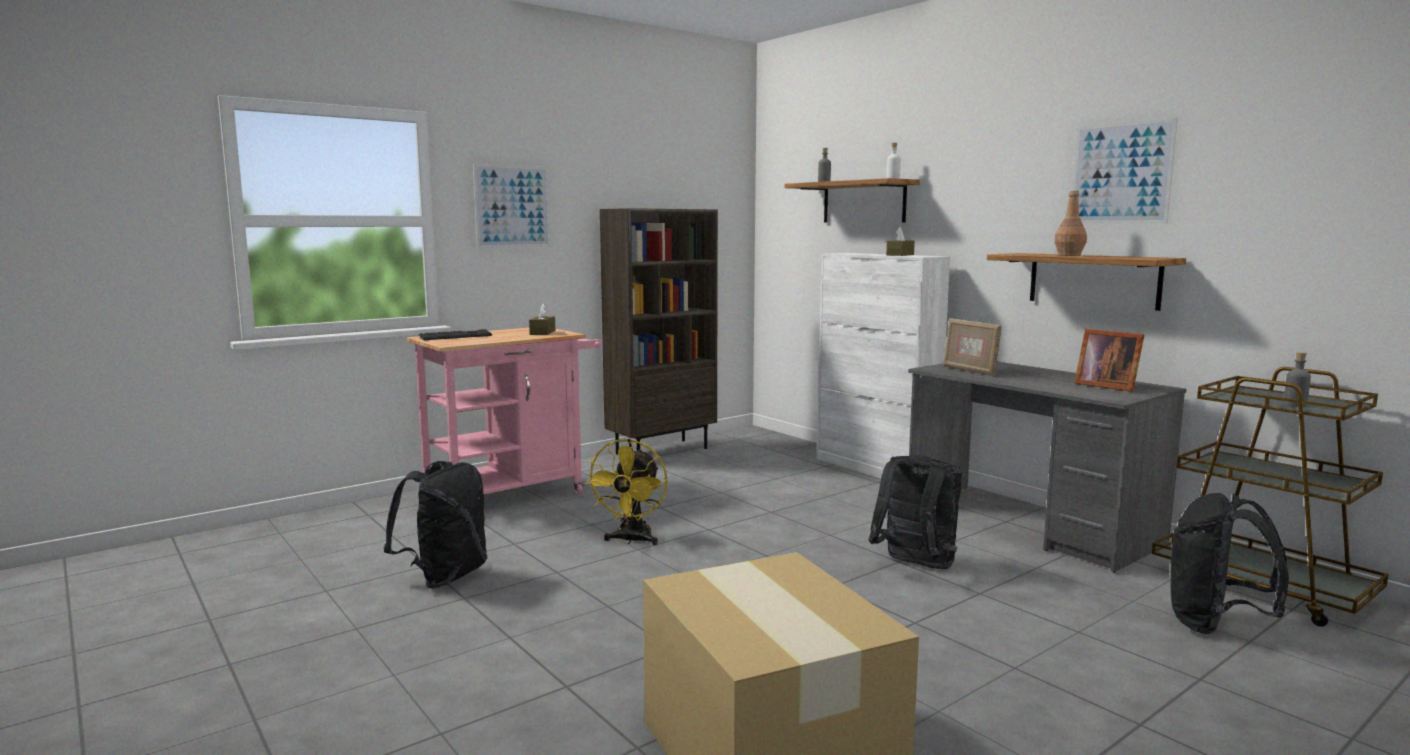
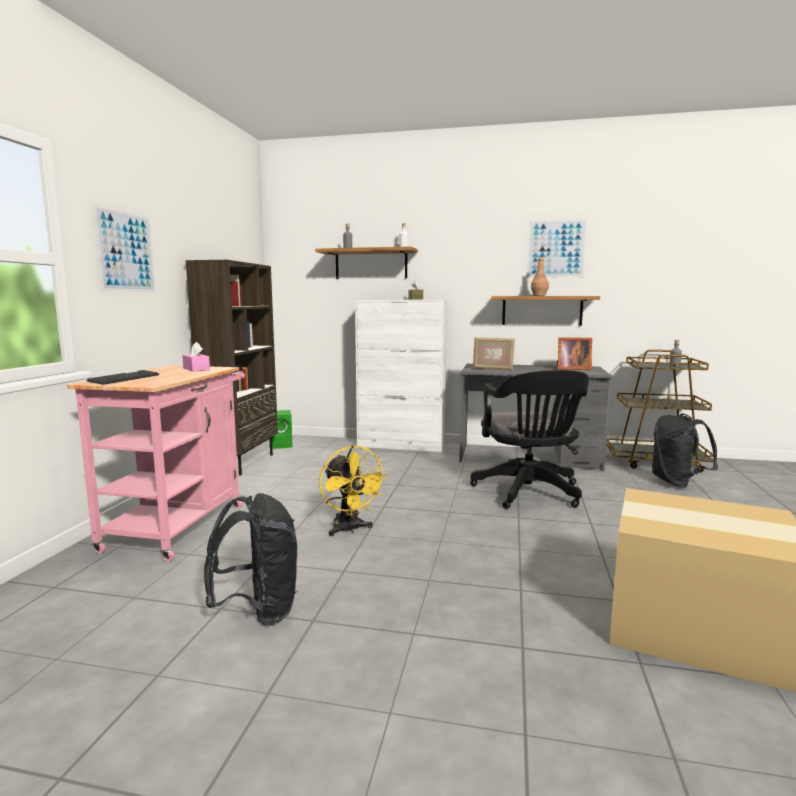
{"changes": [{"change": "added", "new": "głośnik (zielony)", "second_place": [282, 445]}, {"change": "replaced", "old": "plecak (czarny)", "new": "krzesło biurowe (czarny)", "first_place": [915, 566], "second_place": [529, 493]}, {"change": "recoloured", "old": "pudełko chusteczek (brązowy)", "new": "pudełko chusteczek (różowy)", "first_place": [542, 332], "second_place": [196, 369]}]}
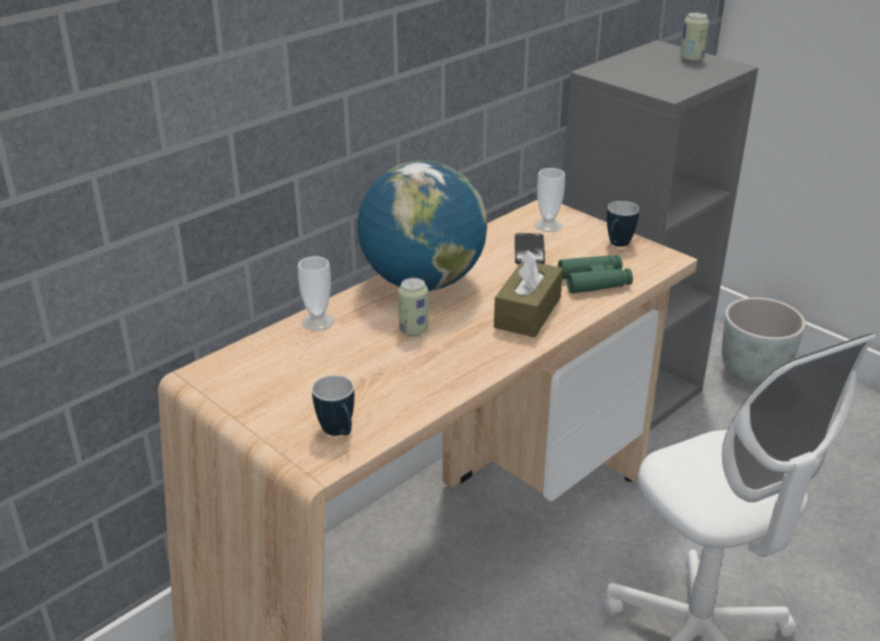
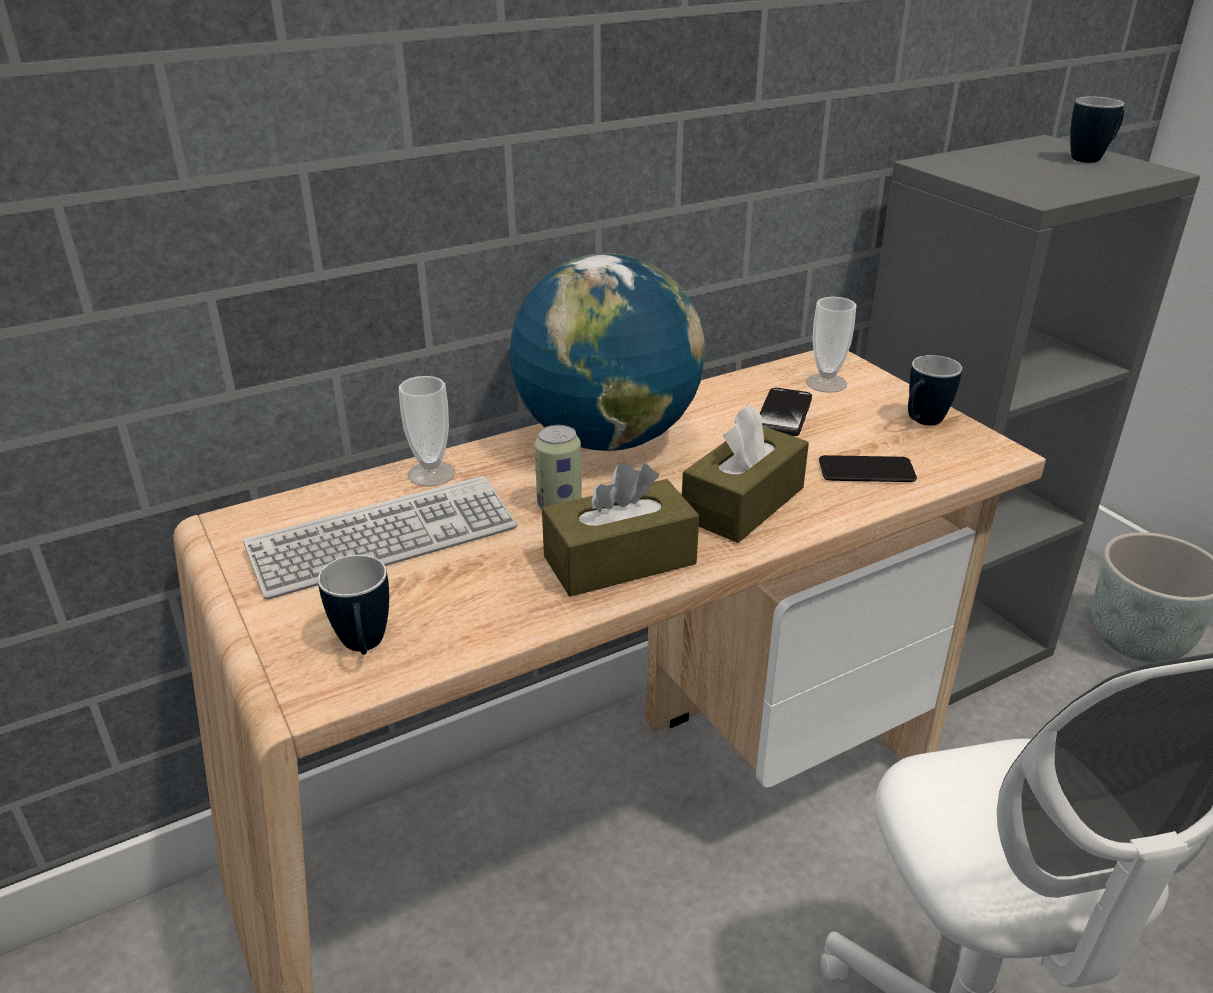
{"changes": [{"change": "added", "new": "klawiatura", "second_place": [383, 539]}, {"change": "added", "new": "pudełko chusteczek (brązowy)", "second_place": [619, 560]}, {"change": "replaced", "old": "lornetka (zielony)", "new": "telefon", "first_place": [594, 281], "second_place": [866, 471]}, {"change": "replaced", "old": "puszka", "new": "kubek", "first_place": [691, 59], "second_place": [1091, 159]}]}
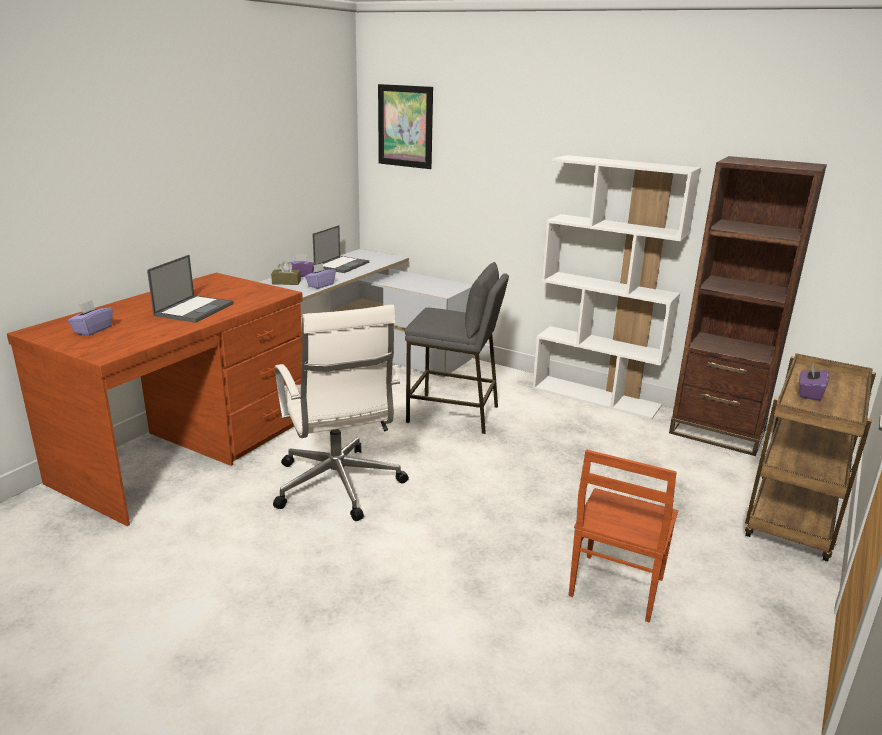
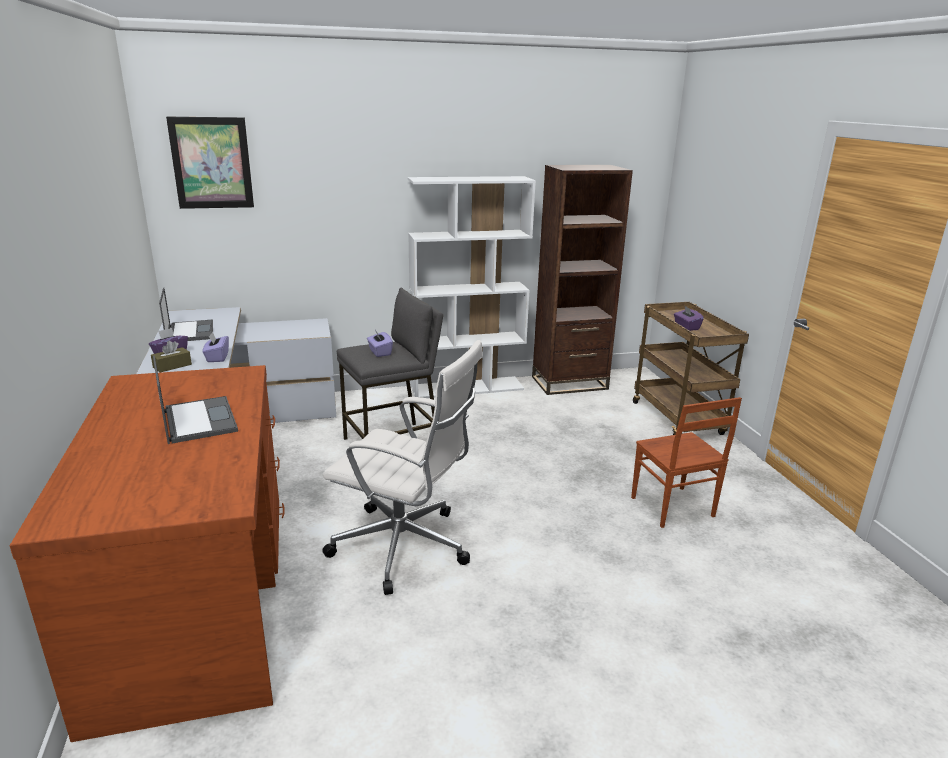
{"changes": [{"change": "moved", "old": "pudełko chusteczek (fioletowy)", "first_place": [92, 330], "second_place": [379, 352]}]}
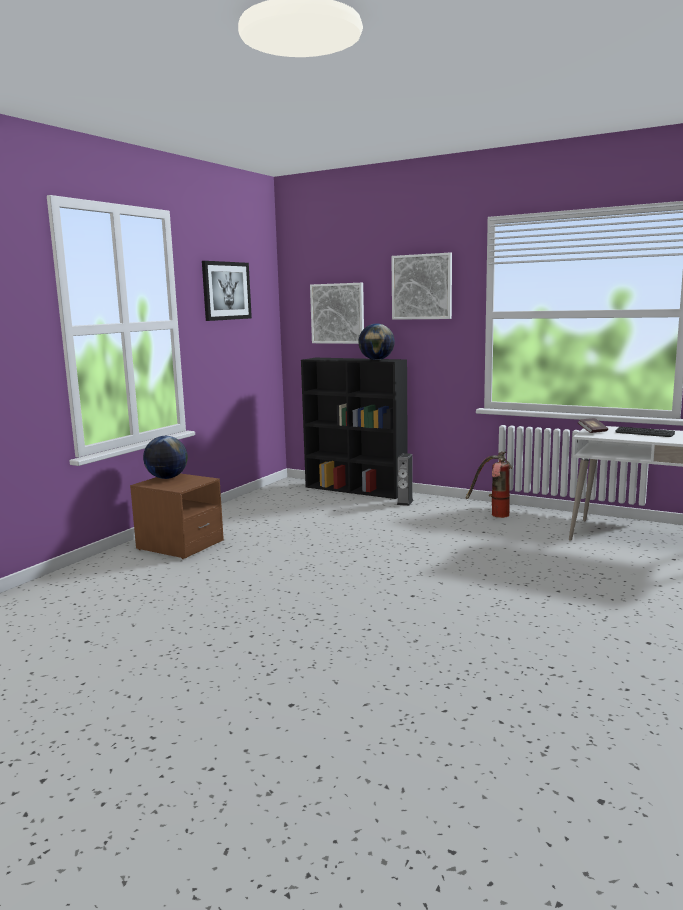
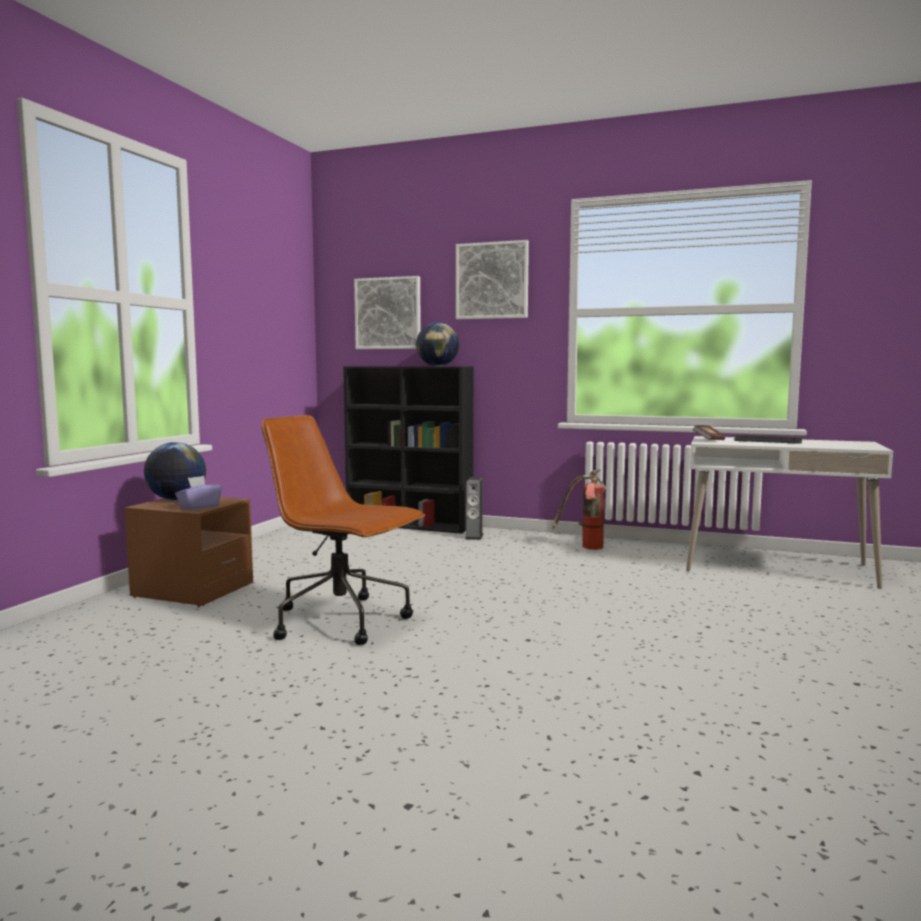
{"changes": [{"change": "removed", "old": "obraz", "first_place": [226, 291]}, {"change": "added", "new": "pudełko chusteczek (fioletowy)", "second_place": [199, 507]}, {"change": "added", "new": "krzesło biurowe (brązowy)", "second_place": [342, 621]}]}
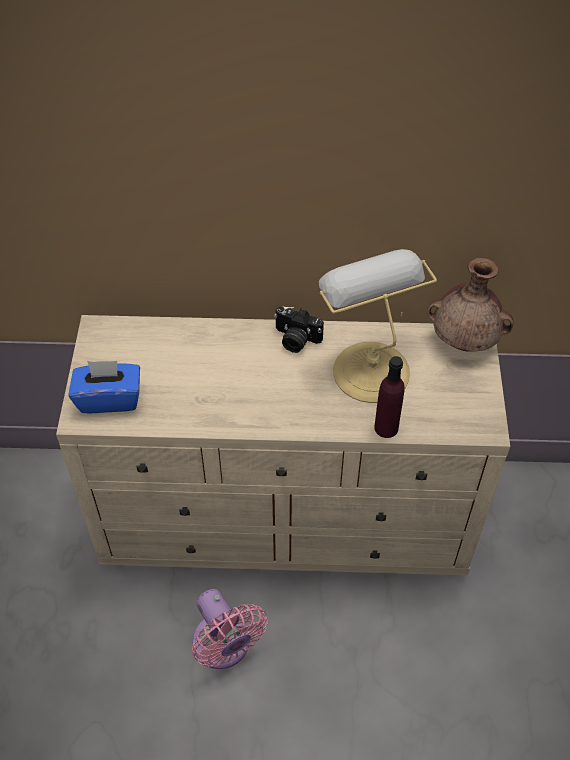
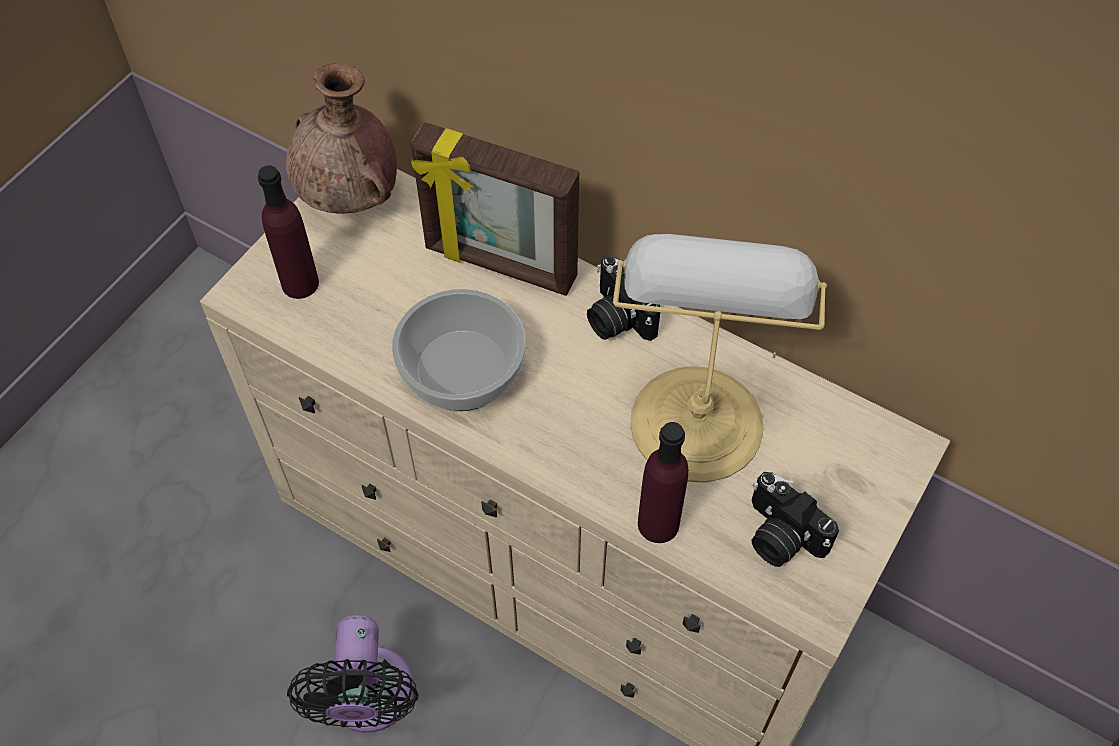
{"changes": [{"change": "added", "new": "miska", "second_place": [461, 370]}, {"change": "added", "new": "ramka na zdjęcie", "second_place": [499, 265]}, {"change": "added", "new": "aparat fotograficzny", "second_place": [779, 536]}, {"change": "moved", "old": "wazon (brązowy)", "first_place": [465, 342], "second_place": [351, 198]}, {"change": "replaced", "old": "pudełko chusteczek (niebieski)", "new": "butelka (fioletowy)", "first_place": [109, 398], "second_place": [300, 283]}, {"change": "recoloured", "old": "wentylator (różowy)", "new": "wentylator (czarny)", "first_place": [224, 647], "second_place": [369, 700]}]}
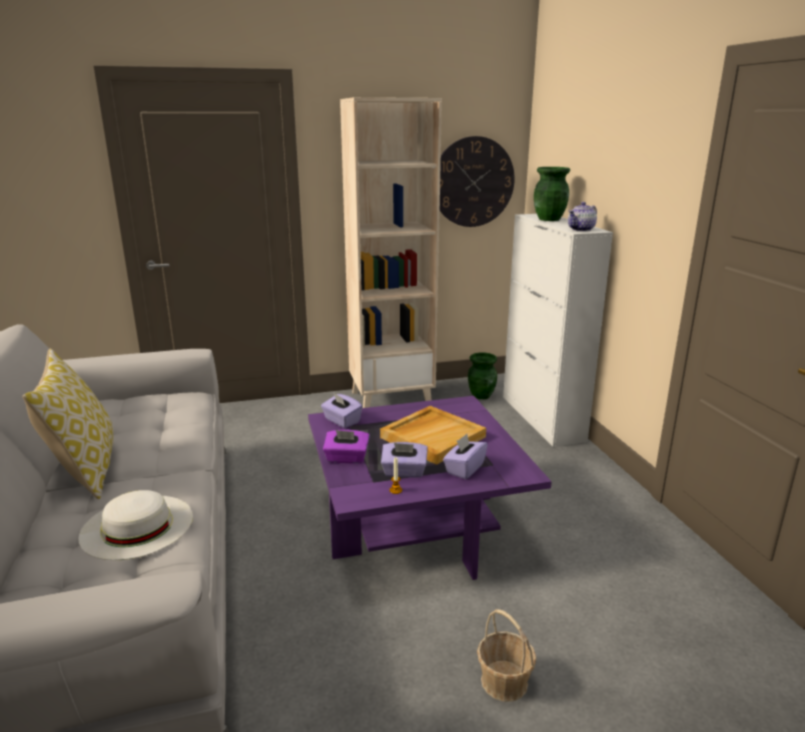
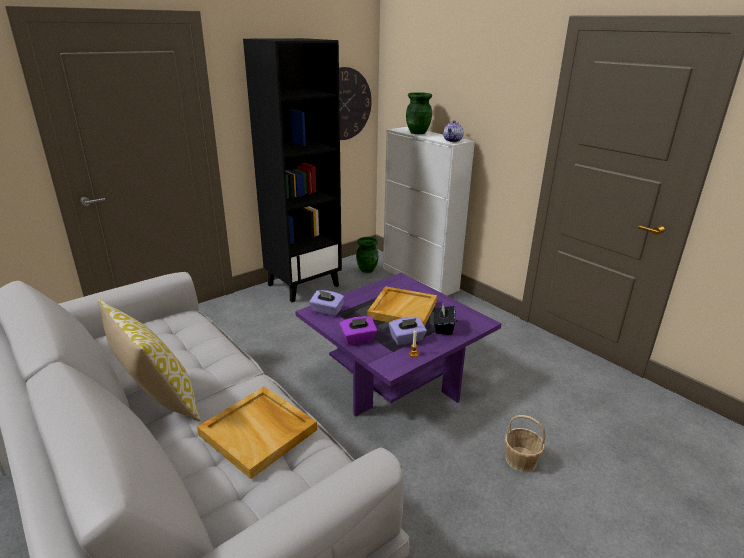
{"changes": [{"change": "replaced", "old": "kapelusz (biały)", "new": "taca (beżowy)", "first_place": [137, 526], "second_place": [259, 432]}, {"change": "recoloured", "old": "regał (beżowy)", "new": "regał (czarny)", "first_place": [391, 399], "second_place": [303, 285]}, {"change": "recoloured", "old": "pudełko chusteczek (fioletowy)", "new": "pudełko chusteczek (czarny)", "first_place": [464, 469], "second_place": [443, 328]}]}
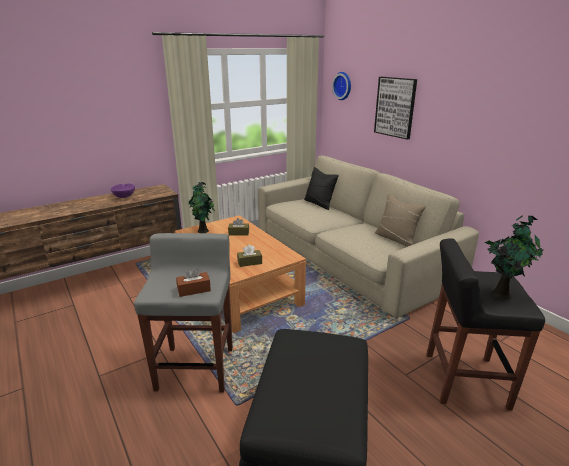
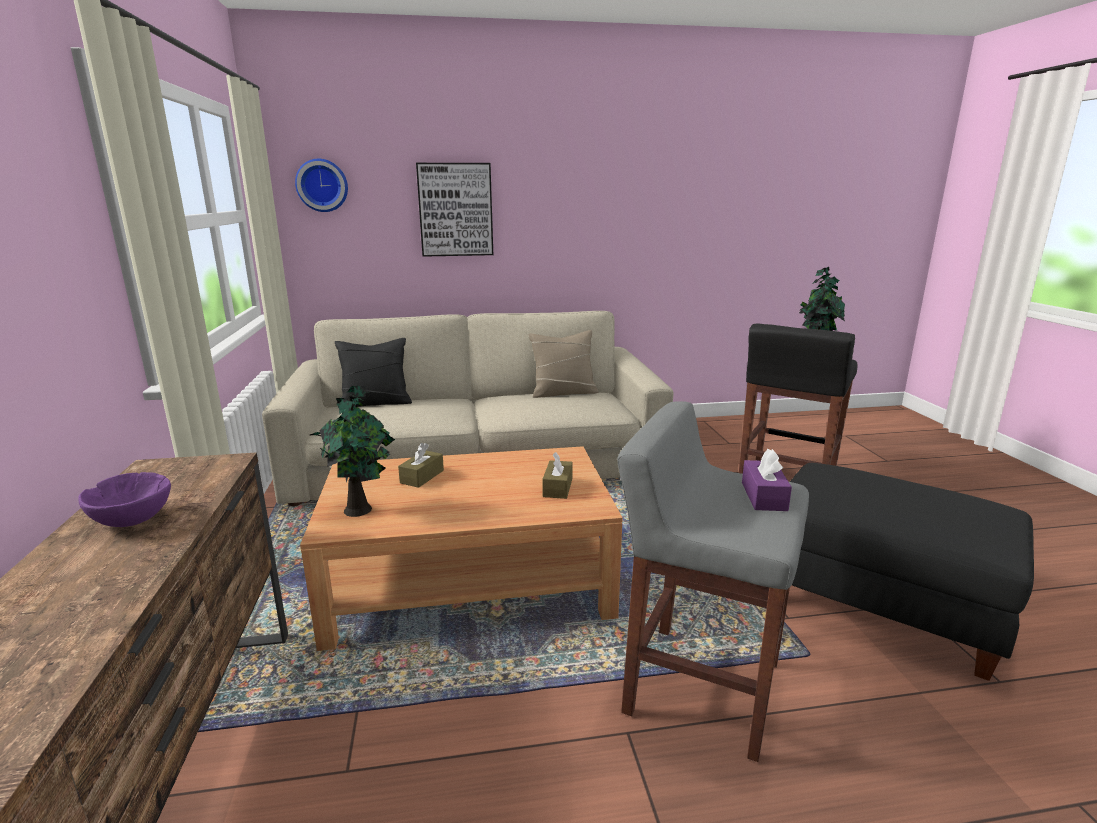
{"changes": [{"change": "recoloured", "old": "pudełko chusteczek (brązowy)", "new": "pudełko chusteczek (fioletowy)", "first_place": [194, 290], "second_place": [764, 496]}]}
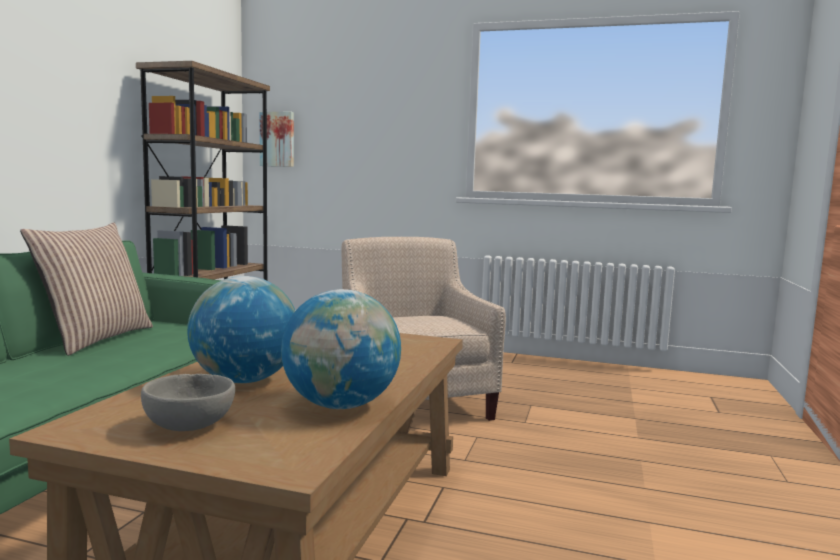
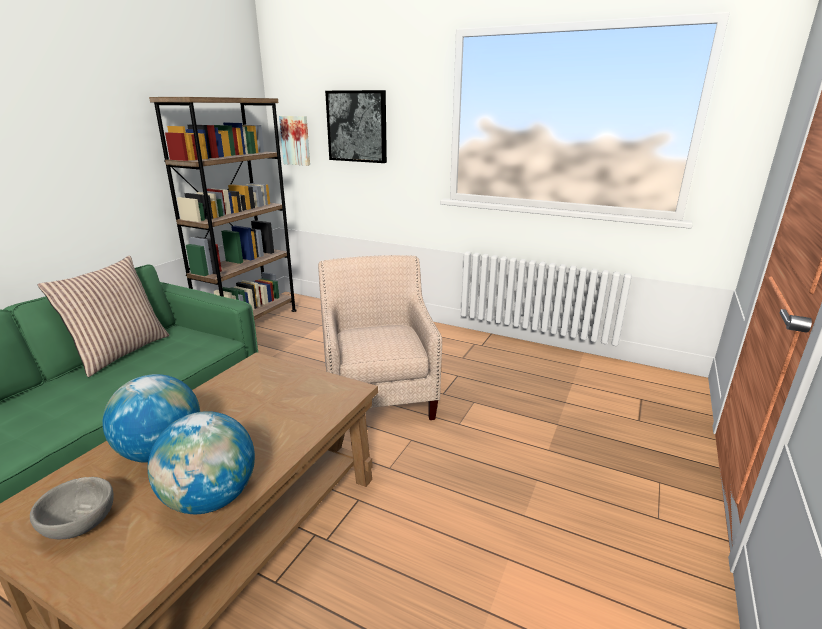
{"changes": [{"change": "added", "new": "obraz", "second_place": [357, 126]}]}
